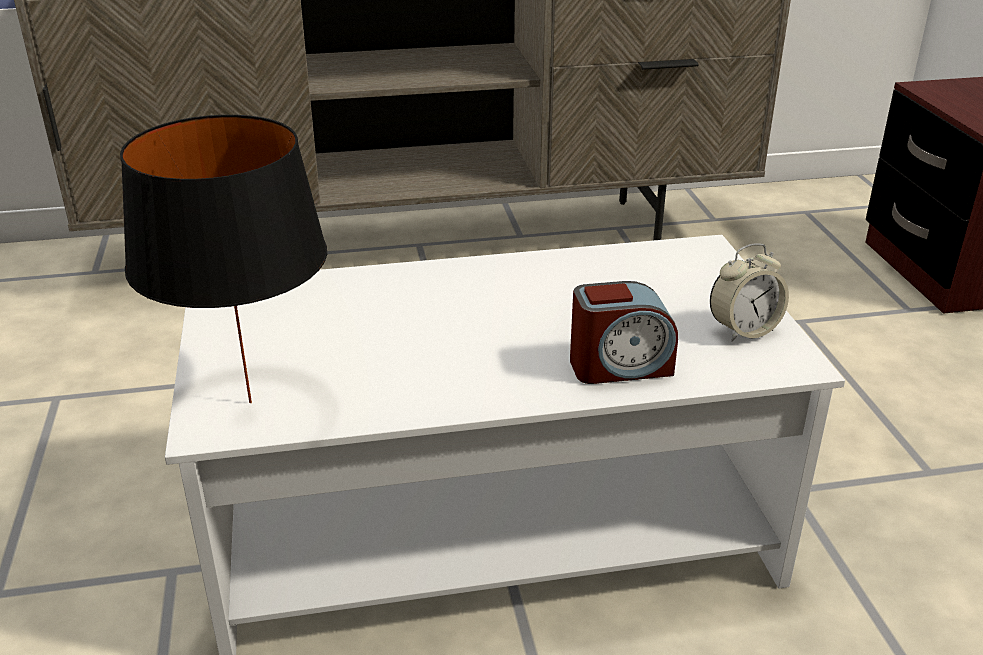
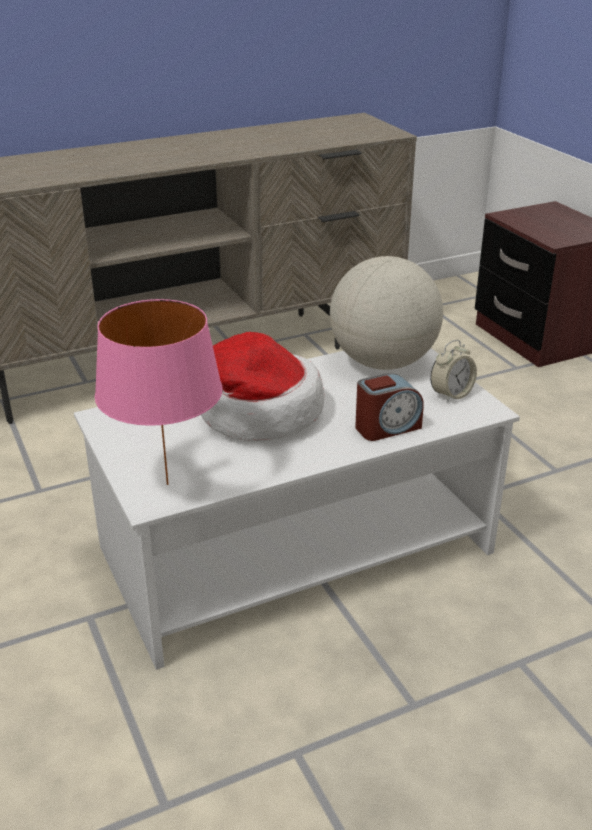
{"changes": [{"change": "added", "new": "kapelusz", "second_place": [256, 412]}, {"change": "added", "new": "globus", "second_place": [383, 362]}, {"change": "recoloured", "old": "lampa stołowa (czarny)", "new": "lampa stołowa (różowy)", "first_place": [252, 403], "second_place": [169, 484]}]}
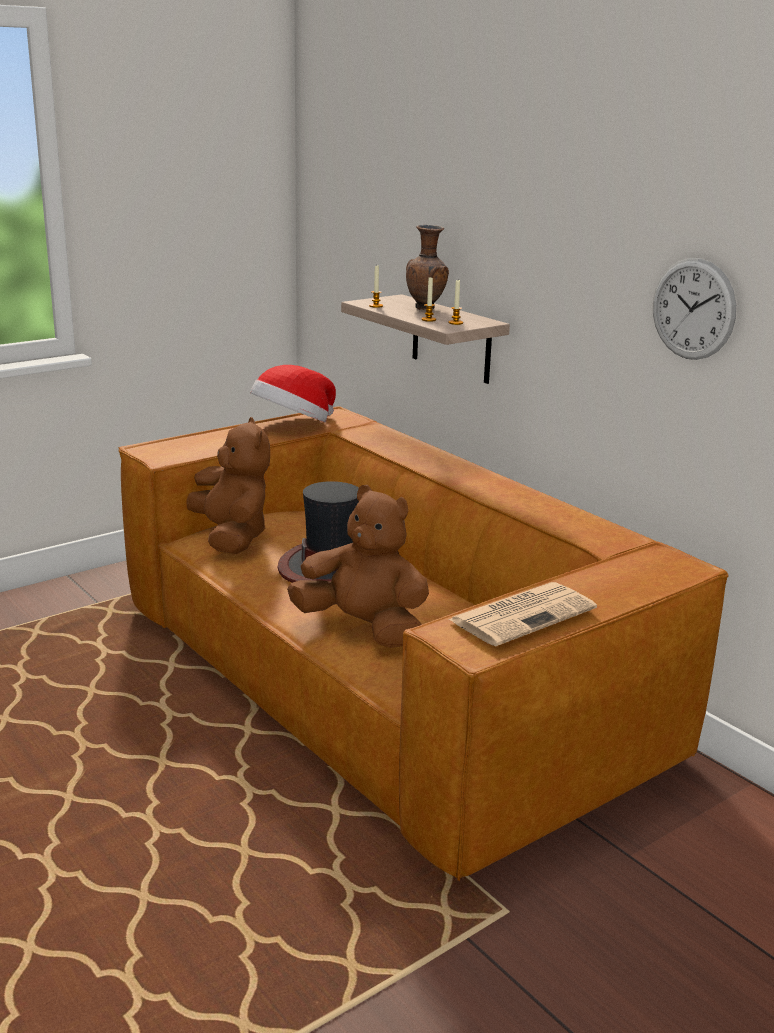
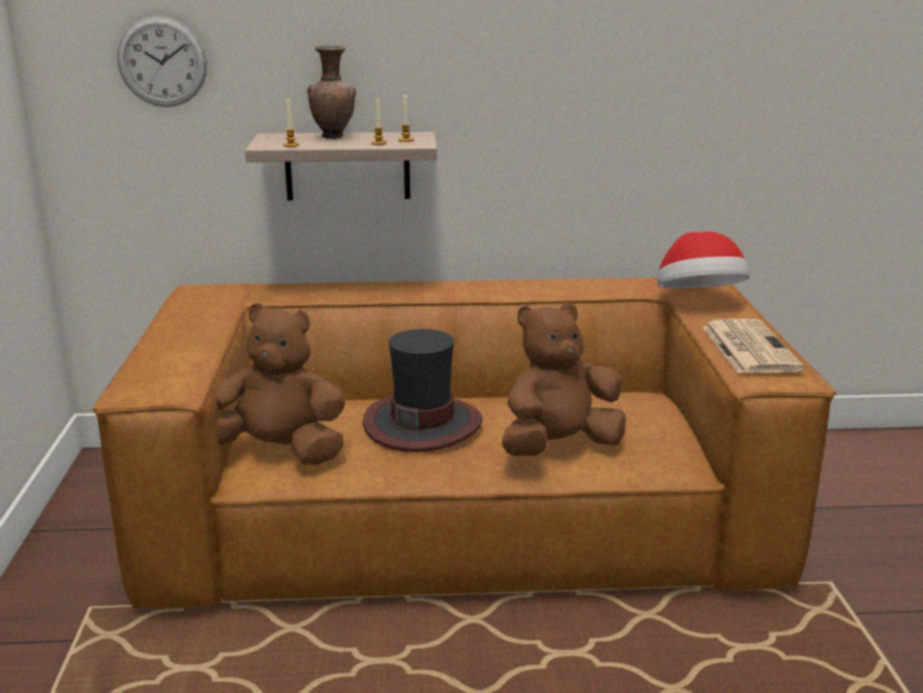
{"changes": [{"change": "moved", "old": "kapelusz", "first_place": [293, 424], "second_place": [698, 300]}, {"change": "moved", "old": "zegar ścienny", "first_place": [693, 309], "second_place": [162, 62]}]}
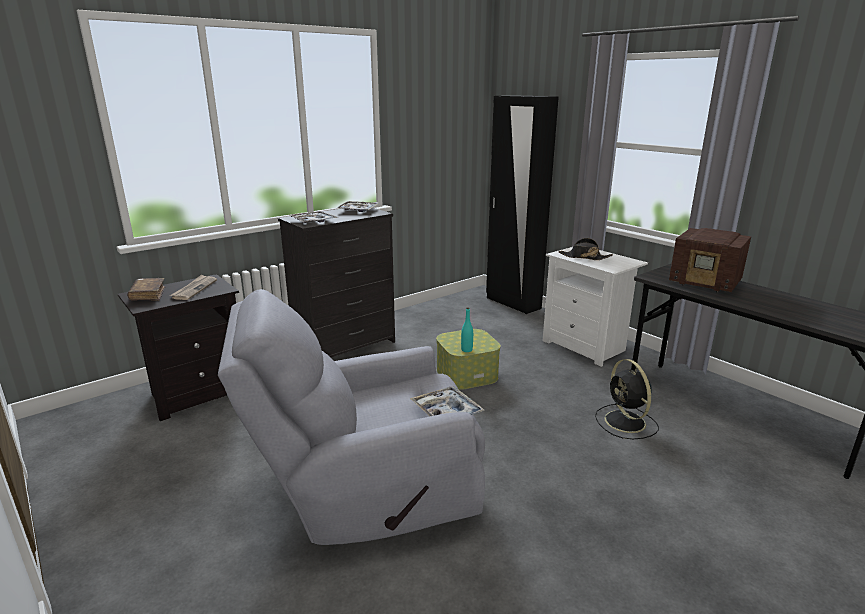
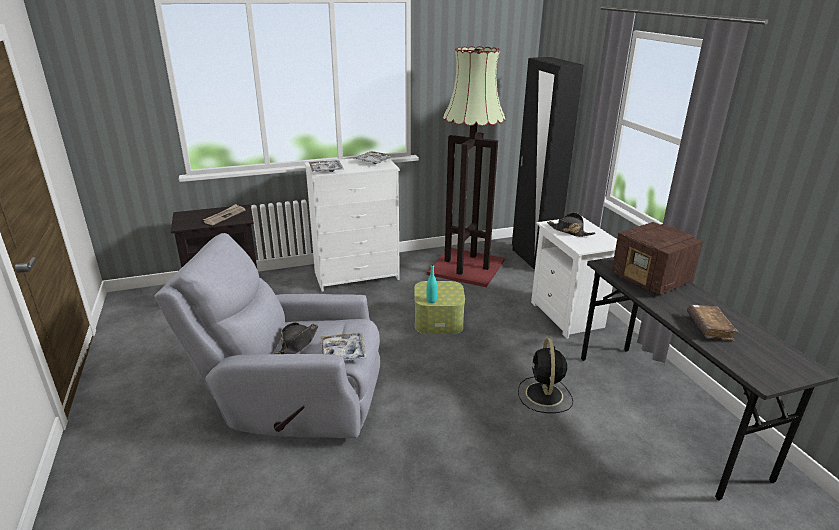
{"changes": [{"change": "added", "new": "kapelusz (czarny)", "second_place": [298, 343]}, {"change": "added", "new": "lampa stojąca", "second_place": [467, 267]}, {"change": "moved", "old": "książka (brązowy)", "first_place": [148, 295], "second_place": [709, 328]}, {"change": "recoloured", "old": "komoda (czarny)", "new": "komoda (biały)", "first_place": [346, 346], "second_place": [357, 276]}]}
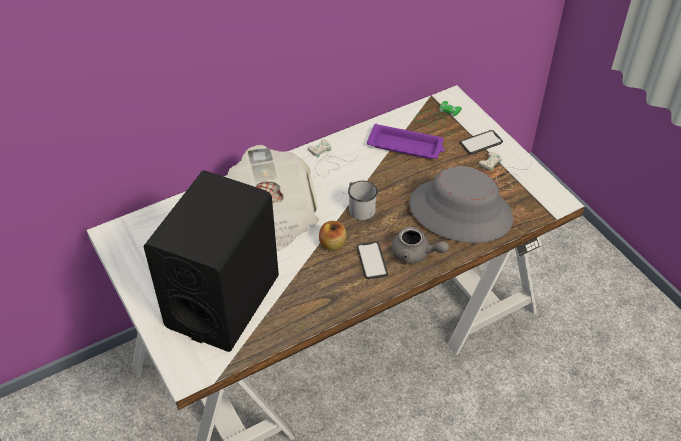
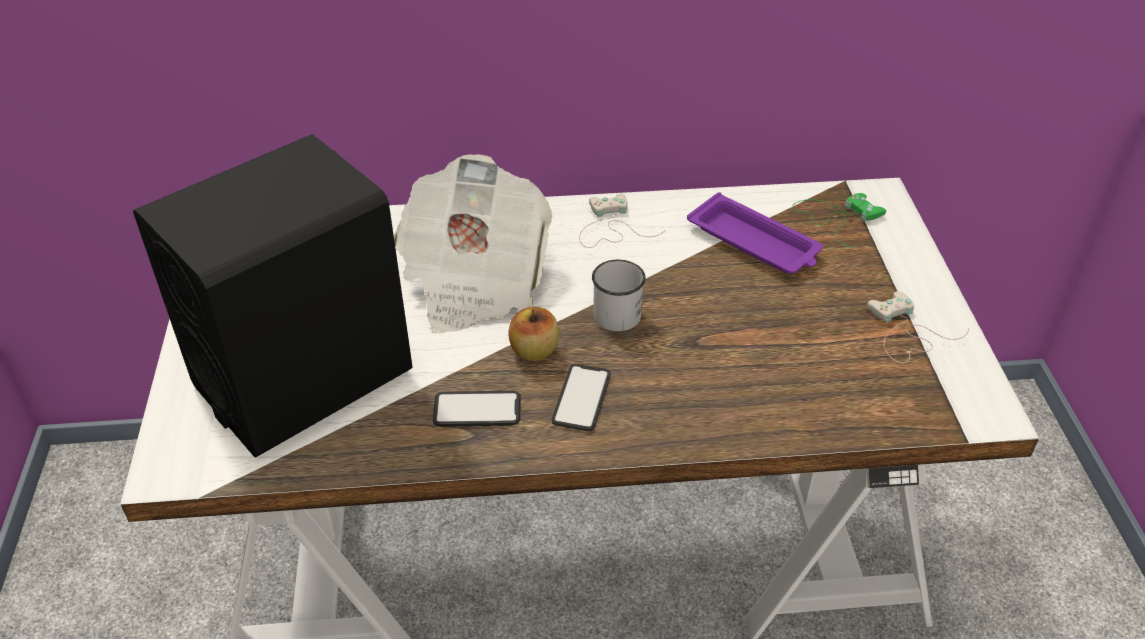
{"changes": [{"change": "removed", "old": "imbryk (szary)", "first_place": [415, 254]}, {"change": "removed", "old": "kapelusz (szary)", "first_place": [460, 211]}, {"change": "moved", "old": "telefon", "first_place": [481, 143], "second_place": [477, 410]}]}
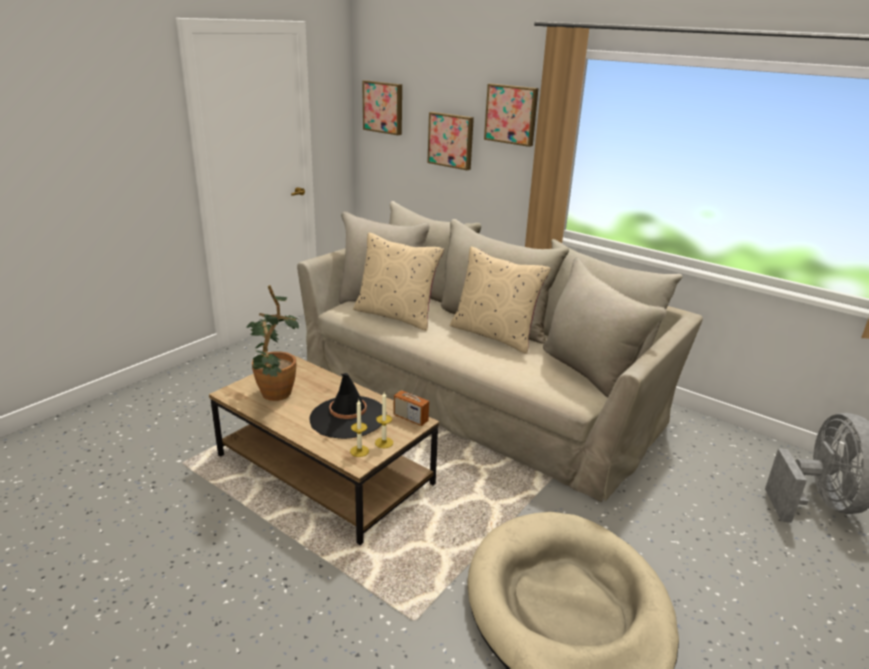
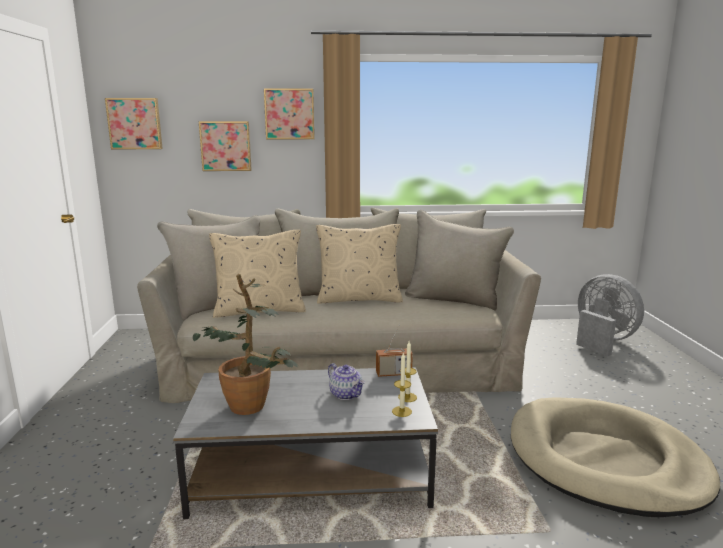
{"changes": [{"change": "replaced", "old": "kapelusz (czarny)", "new": "imbryk", "first_place": [348, 417], "second_place": [346, 394]}, {"change": "recoloured", "old": "ława (brązowy)", "new": "ława (szary)", "first_place": [326, 470], "second_place": [313, 472]}]}
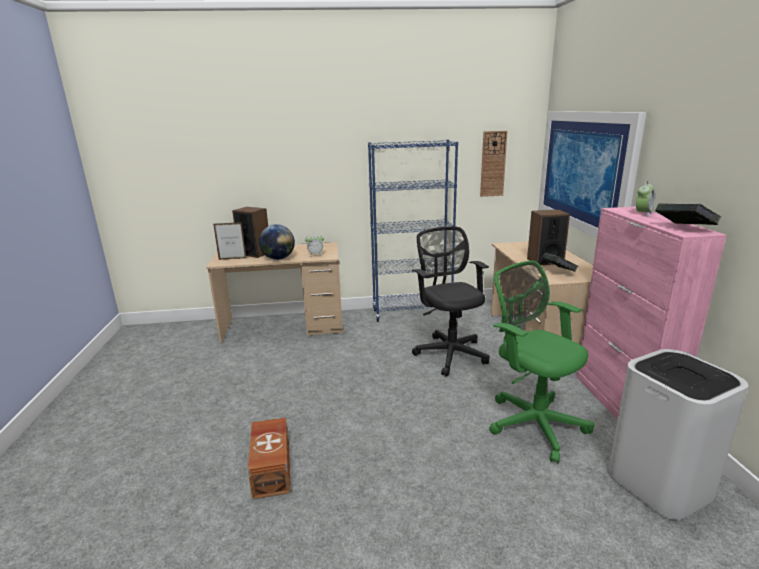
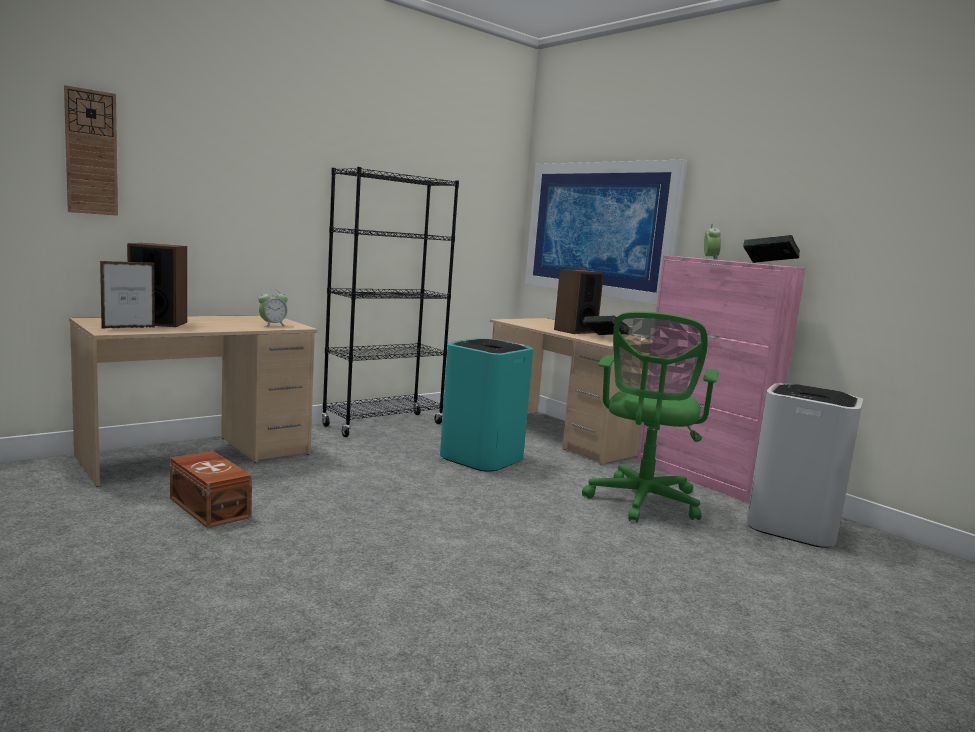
{"changes": [{"change": "removed", "old": "globus", "first_place": [278, 258]}, {"change": "moved", "old": "pojemnik do przechowywania (brązowy)", "first_place": [273, 468], "second_place": [210, 507]}, {"change": "moved", "old": "zegar ścienny", "first_place": [493, 164], "second_place": [91, 152]}, {"change": "replaced", "old": "krzesło biurowe (czarny)", "new": "kosz na śmieci (turkusowy)", "first_place": [449, 353], "second_place": [481, 457]}, {"change": "recoloured", "old": "regał (niebieski)", "new": "regał (czarny)", "first_place": [412, 313], "second_place": [383, 425]}, {"change": "turned", "old": "krzesło biurowe (zielony)", "first_place": [532, 422], "second_place": [642, 503], "degrees": -90}]}
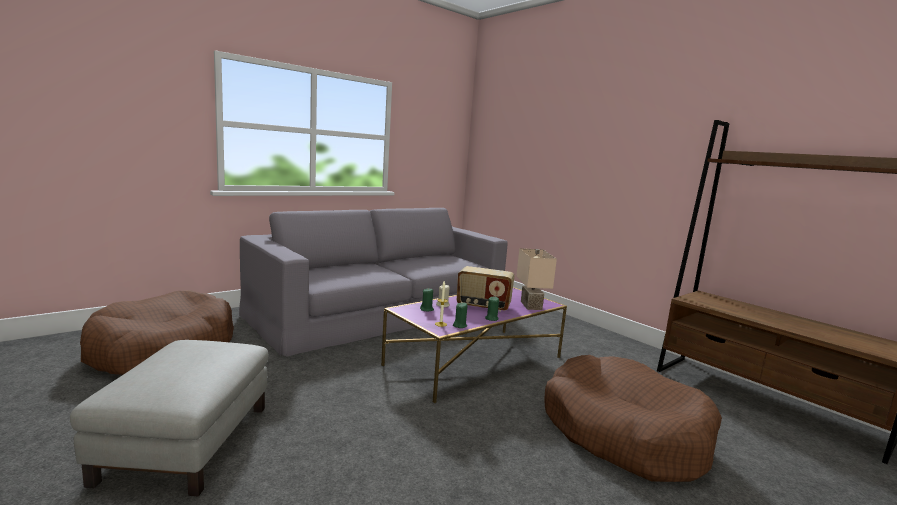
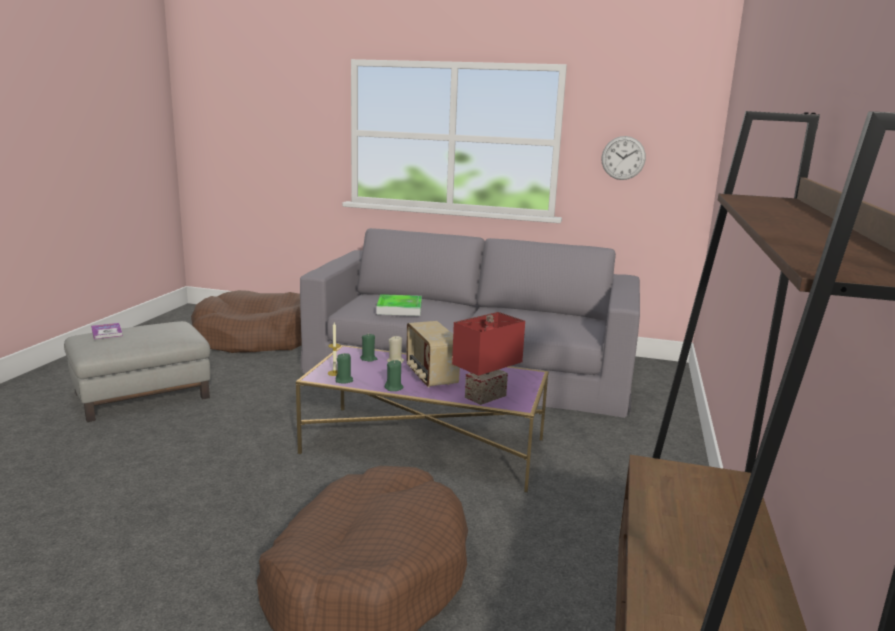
{"changes": [{"change": "added", "new": "książka", "second_place": [107, 332]}, {"change": "added", "new": "taca", "second_place": [399, 308]}, {"change": "added", "new": "zegar ścienny", "second_place": [623, 158]}, {"change": "recoloured", "old": "lampa stołowa (beżowy)", "new": "lampa stołowa (czerwony)", "first_place": [532, 306], "second_place": [486, 397]}]}
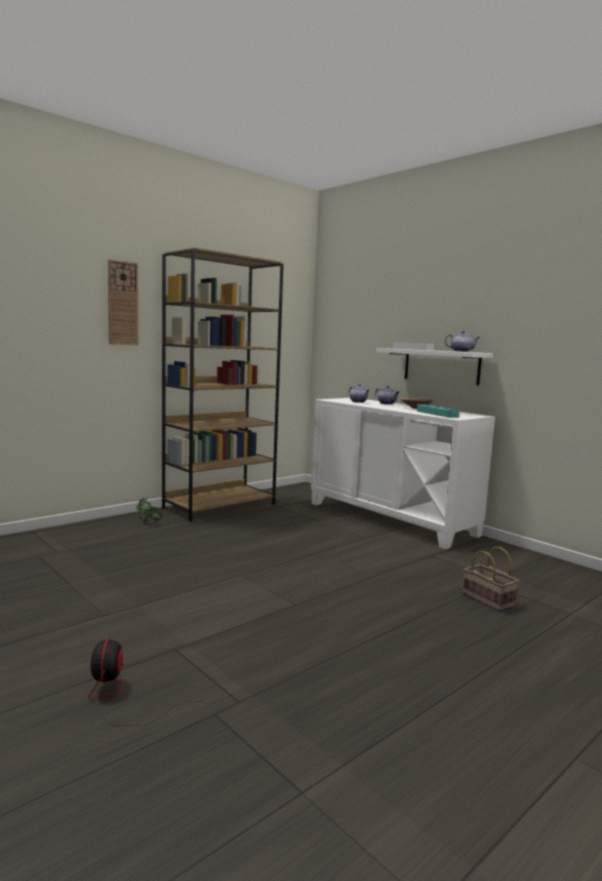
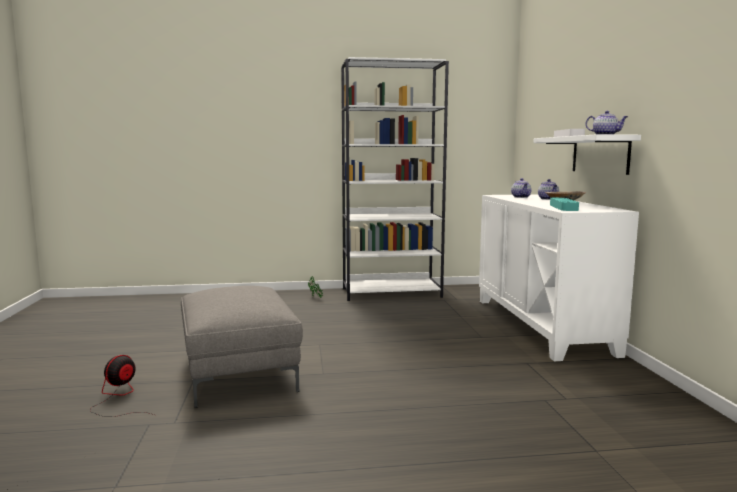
{"changes": [{"change": "removed", "old": "zegar ścienny", "first_place": [122, 303]}, {"change": "removed", "old": "koszyk", "first_place": [489, 600]}, {"change": "added", "new": "pufa (szary)", "second_place": [240, 373]}, {"change": "recoloured", "old": "regał (brązowy)", "new": "regał (biały)", "first_place": [220, 505], "second_place": [392, 293]}]}
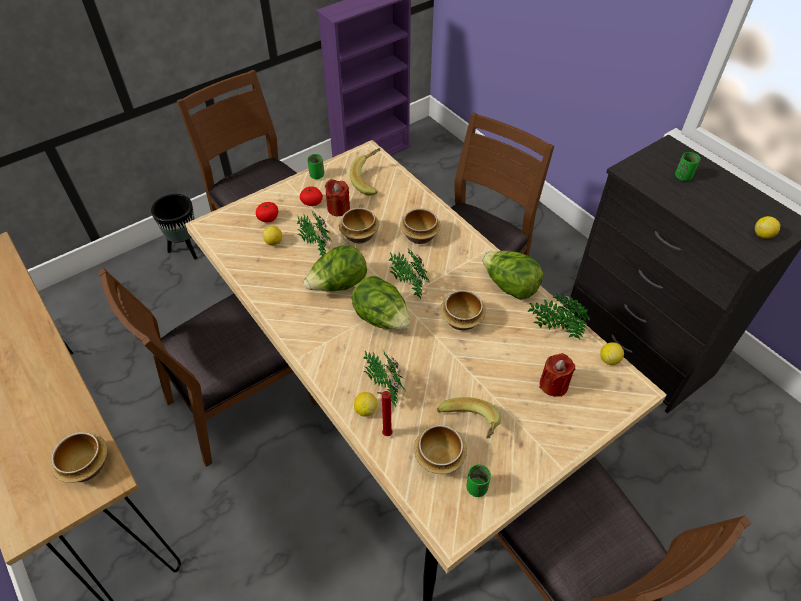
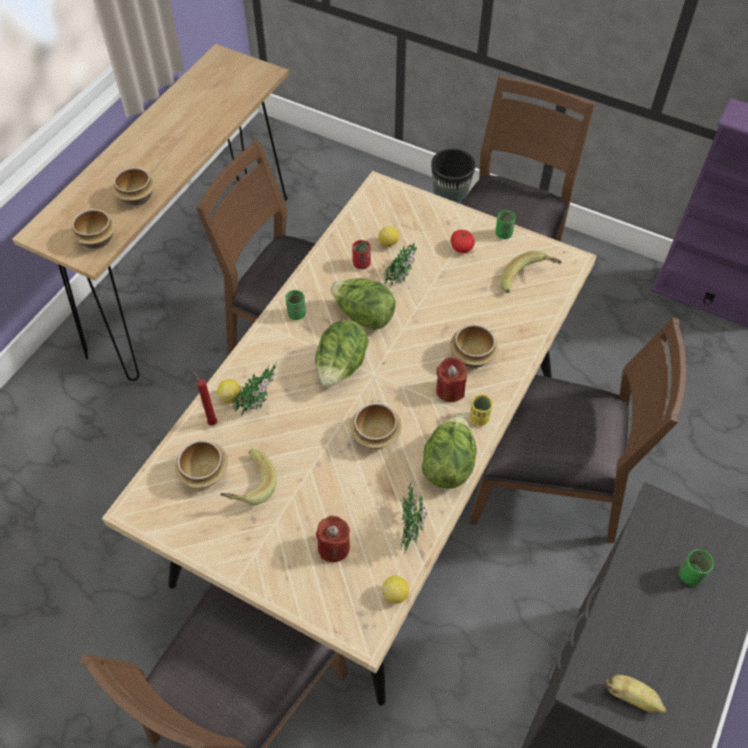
{"changes": [{"change": "removed", "old": "pomidor", "first_place": [268, 218]}, {"change": "removed", "old": "roślina doniczkowa", "first_place": [408, 285]}, {"change": "added", "new": "filiżanka (czerwony)", "second_place": [361, 263]}, {"change": "added", "new": "filiżanka (żółty)", "second_place": [479, 418]}, {"change": "moved", "old": "świeca (czerwony)", "first_place": [338, 208], "second_place": [450, 390]}, {"change": "moved", "old": "miska", "first_place": [360, 236], "second_place": [136, 198]}, {"change": "moved", "old": "filiżanka (zielony)", "first_place": [476, 487], "second_place": [296, 314]}, {"change": "replaced", "old": "cytryna", "new": "banan", "first_place": [763, 235], "second_place": [632, 697]}]}
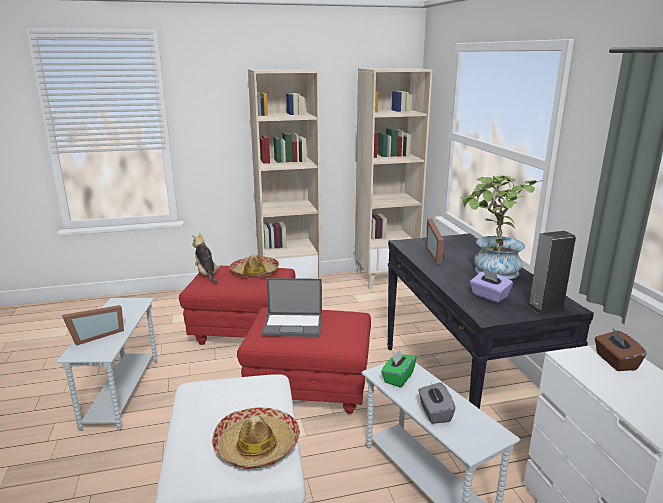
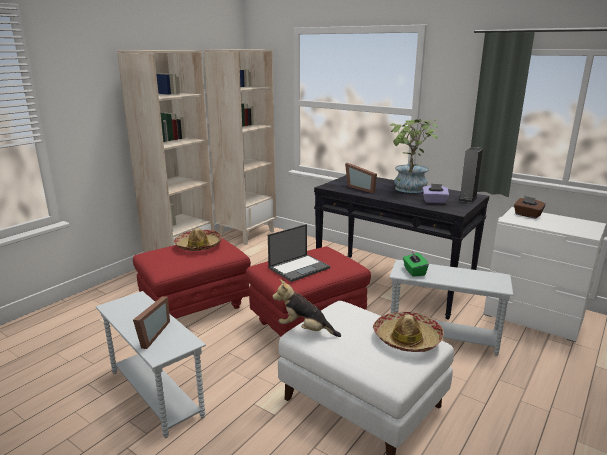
{"changes": [{"change": "removed", "old": "pudełko chusteczek (szary)", "first_place": [434, 413]}, {"change": "moved", "old": "pluszak", "first_place": [207, 274], "second_place": [305, 330]}]}
